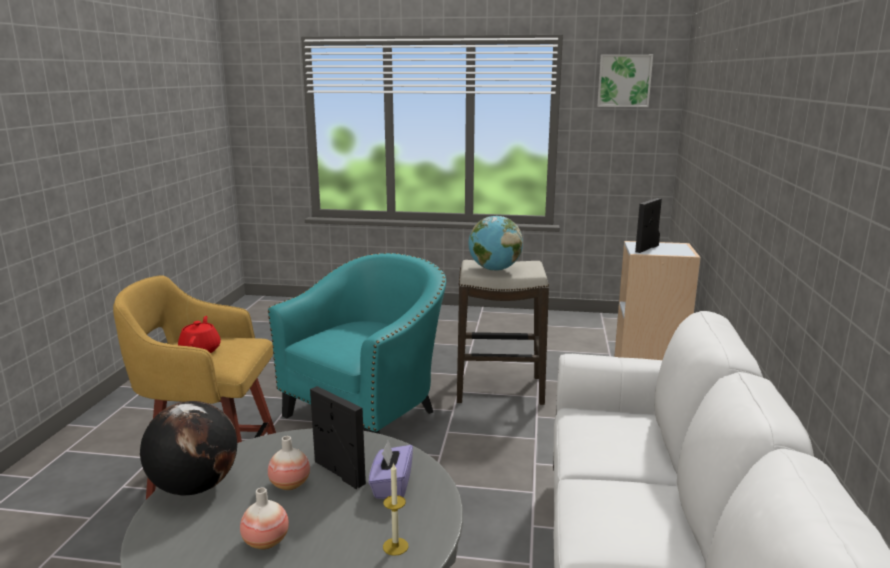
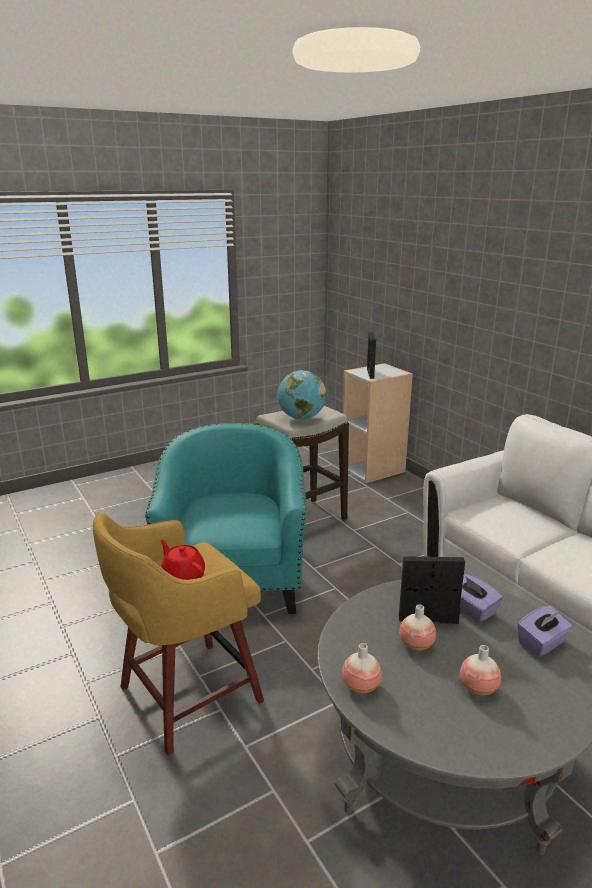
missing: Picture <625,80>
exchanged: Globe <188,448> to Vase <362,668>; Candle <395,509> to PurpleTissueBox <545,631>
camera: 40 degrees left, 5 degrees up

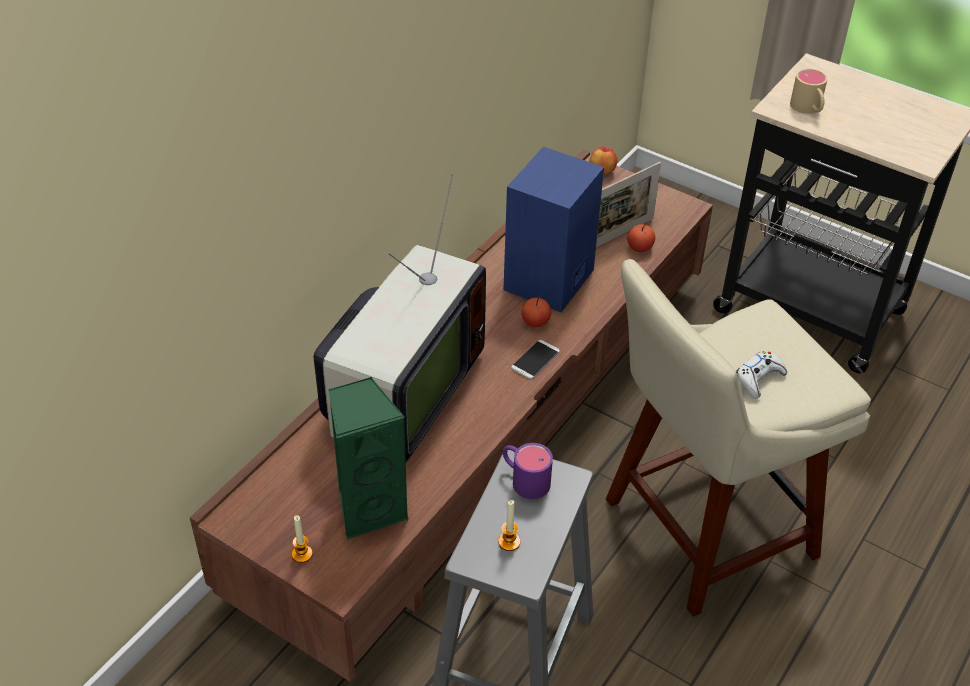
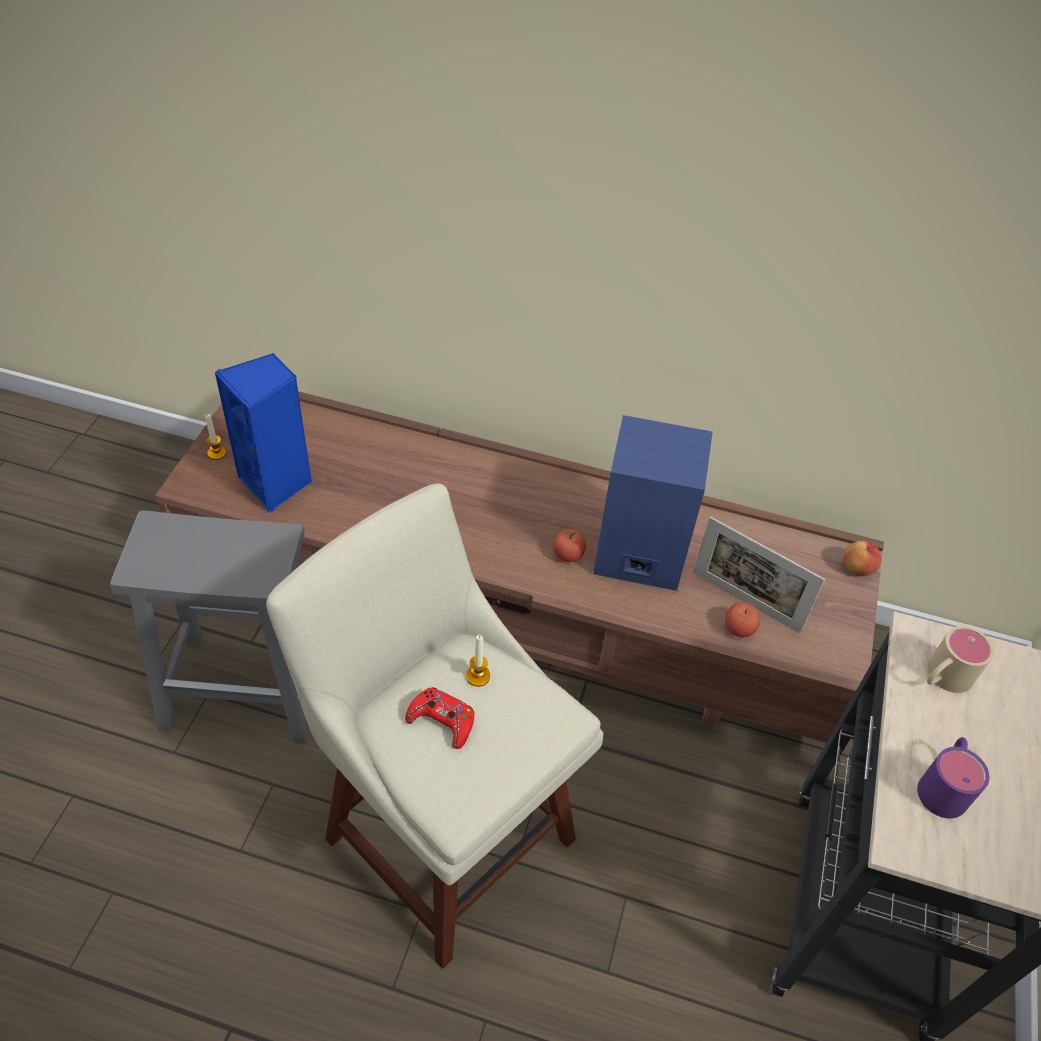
missing: Television <400,318>; Phone <535,359>
relocated: PurpleMug <528,471> to <953,778>; Candle <509,525> to <478,661>
colour: WhiteGameController <761,375> to RedGameController <439,718>; GreenSpeaker <368,458> to BlueSpeaker <263,433>
camera: 70 degrees right, 5 degrees up

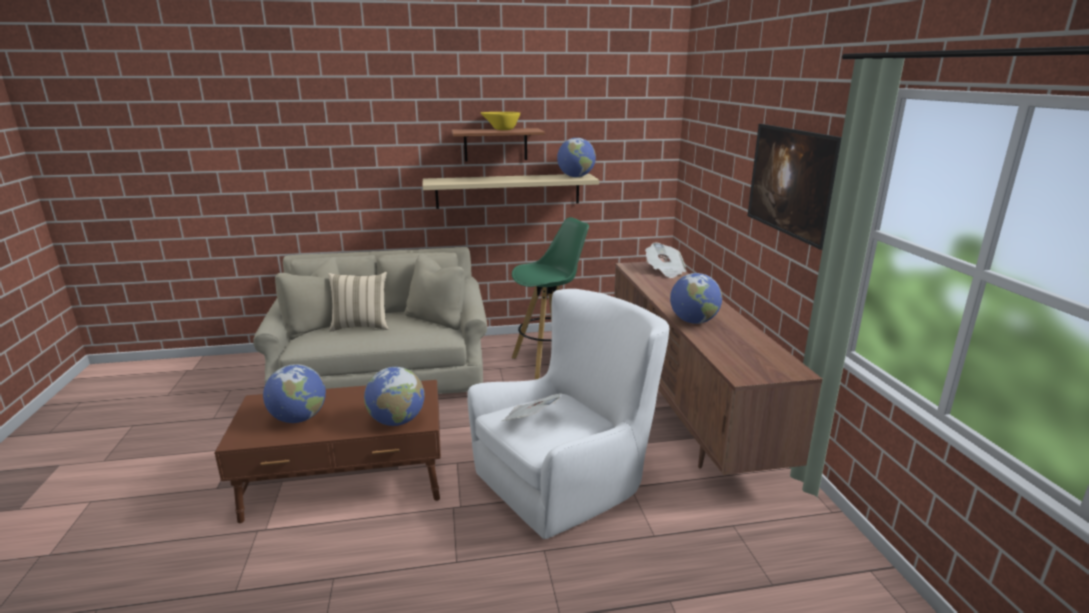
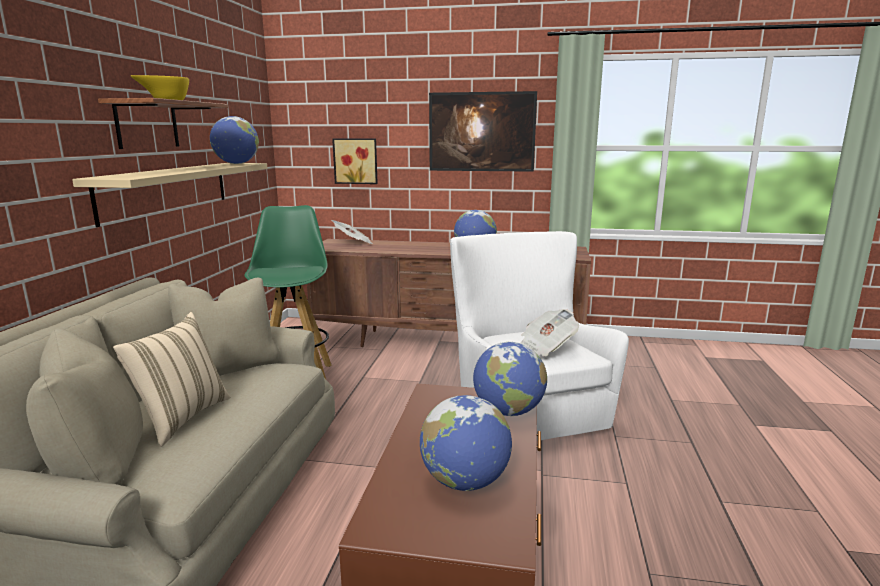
appeared: Picture <355,161>
camera: 70 degrees left, 5 degrees down

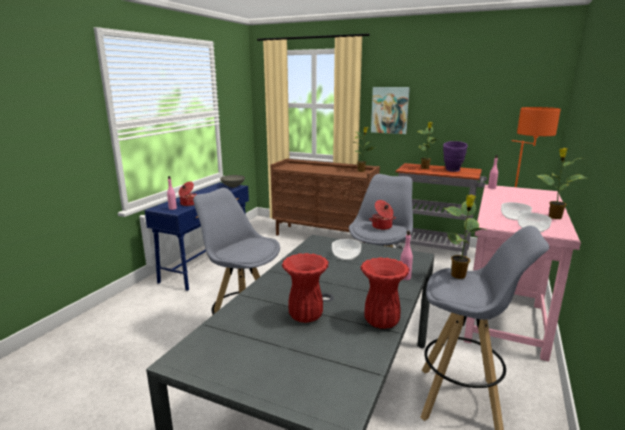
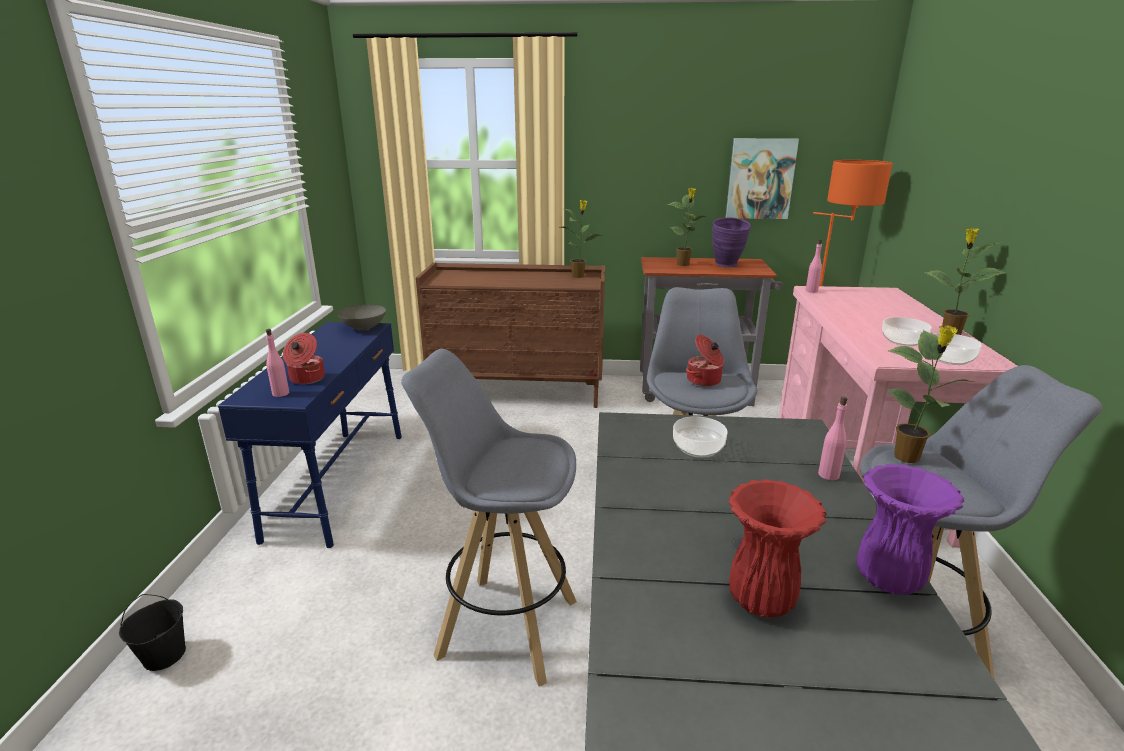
appeared: BlackBucket <152,632>
relocated: Picture <390,110> to <762,178>
colour: RedVase <385,293> to PurpleVase <910,529>
camera: 20 degrees left, 5 degrees up

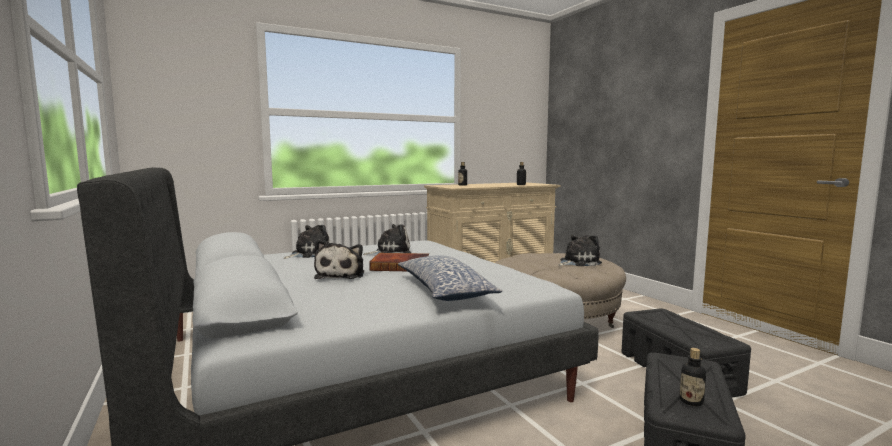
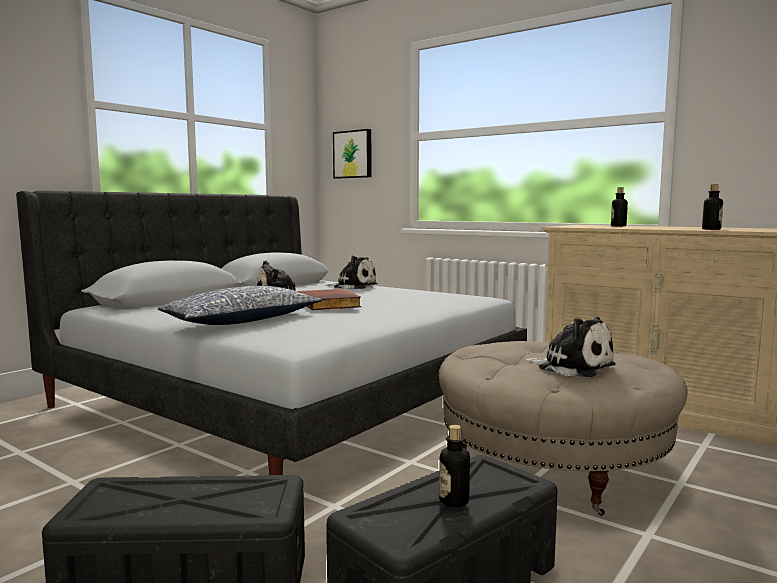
missing: PlushToy <387,239>
appeared: Picture <352,154>
relocated: Bottle <693,377> to <454,466>
camera: 65 degrees right, 0 degrees up

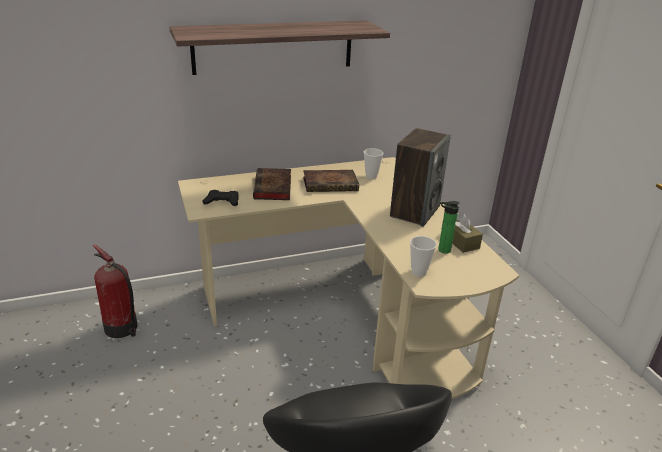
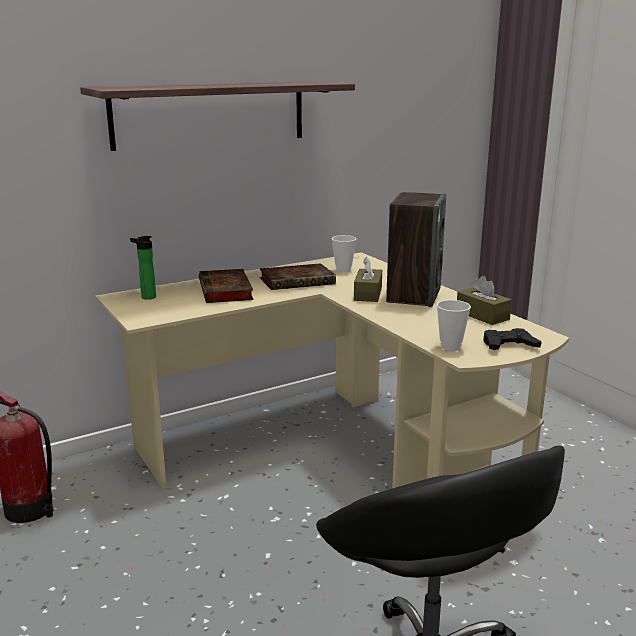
appeared: BrownTissueBox <368,279>
relocated: BlackGameController <220,198> to <512,339>; Bottle <449,227> to <143,268>
camera: 10 degrees left, 10 degrees down

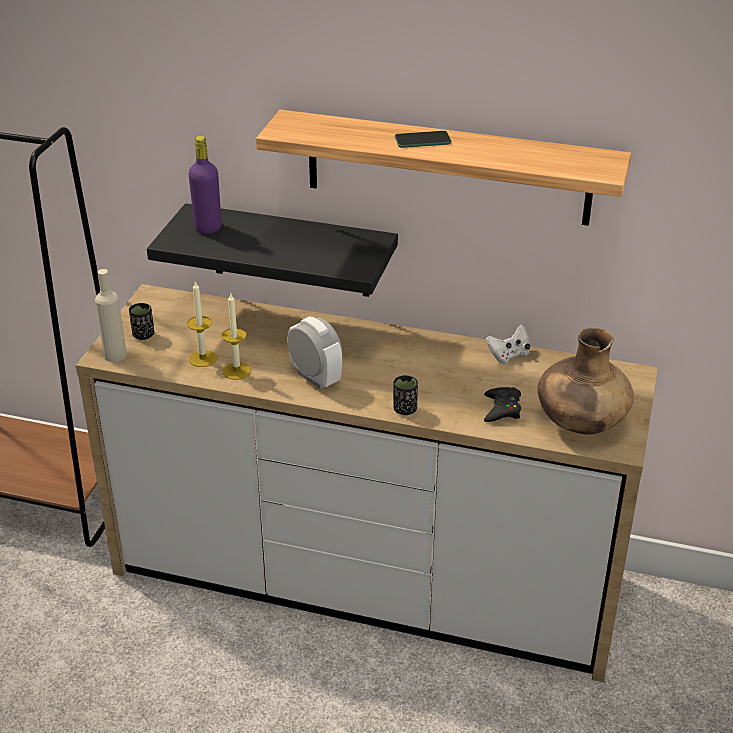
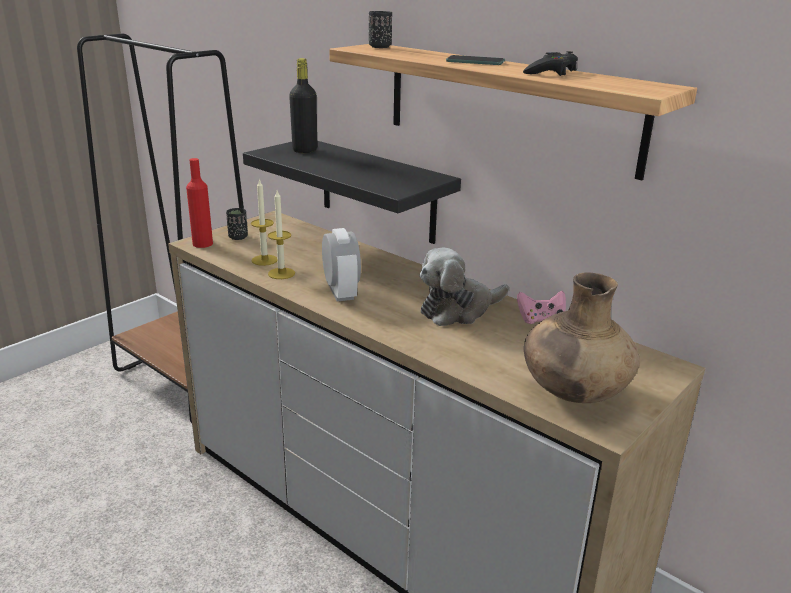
appeared: PlushToy <464,287>
relocated: BlackCup <405,395> to <380,29>; BlackGameController <502,404> to <550,63>
colour: PurpleBottle <205,185> to BlackBottle <303,105>; BeigeBottle <111,315> to RedBottle <199,203>; WhiteGameController <508,344> to PinkGameController <541,307>
camera: 25 degrees right, 10 degrees down

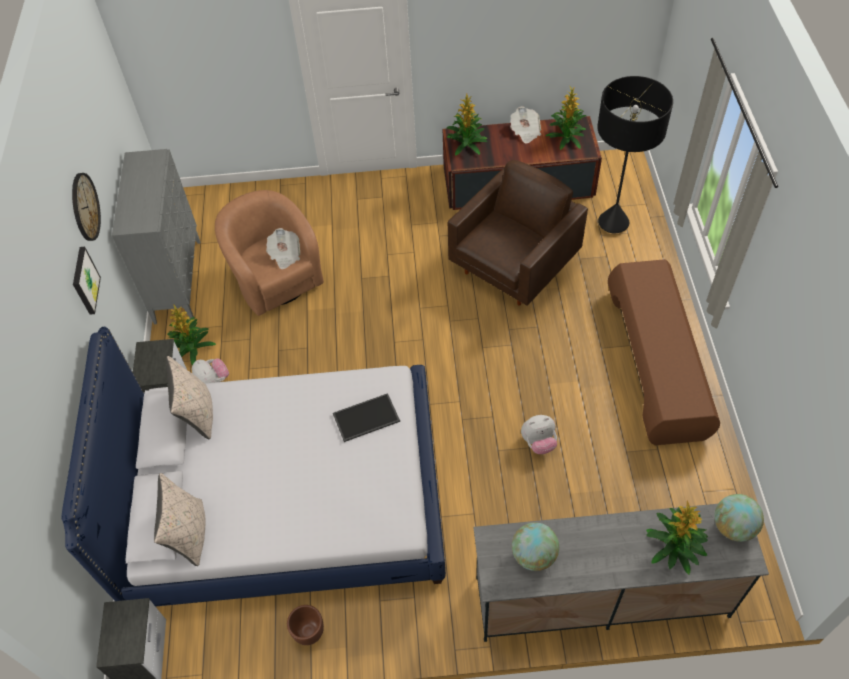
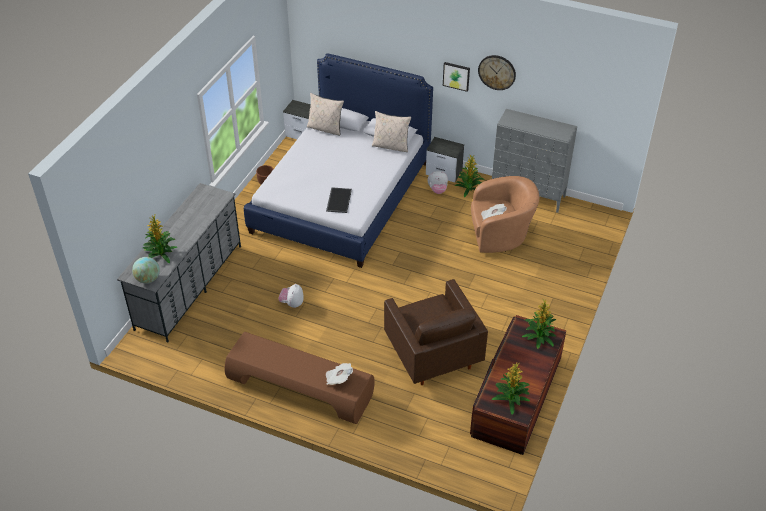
missing: BlackFloorLamp <635,155>; Globe <535,546>
relocated: Newspaper <526,125> to <339,374>
camera: 115 degrees right, 10 degrees down

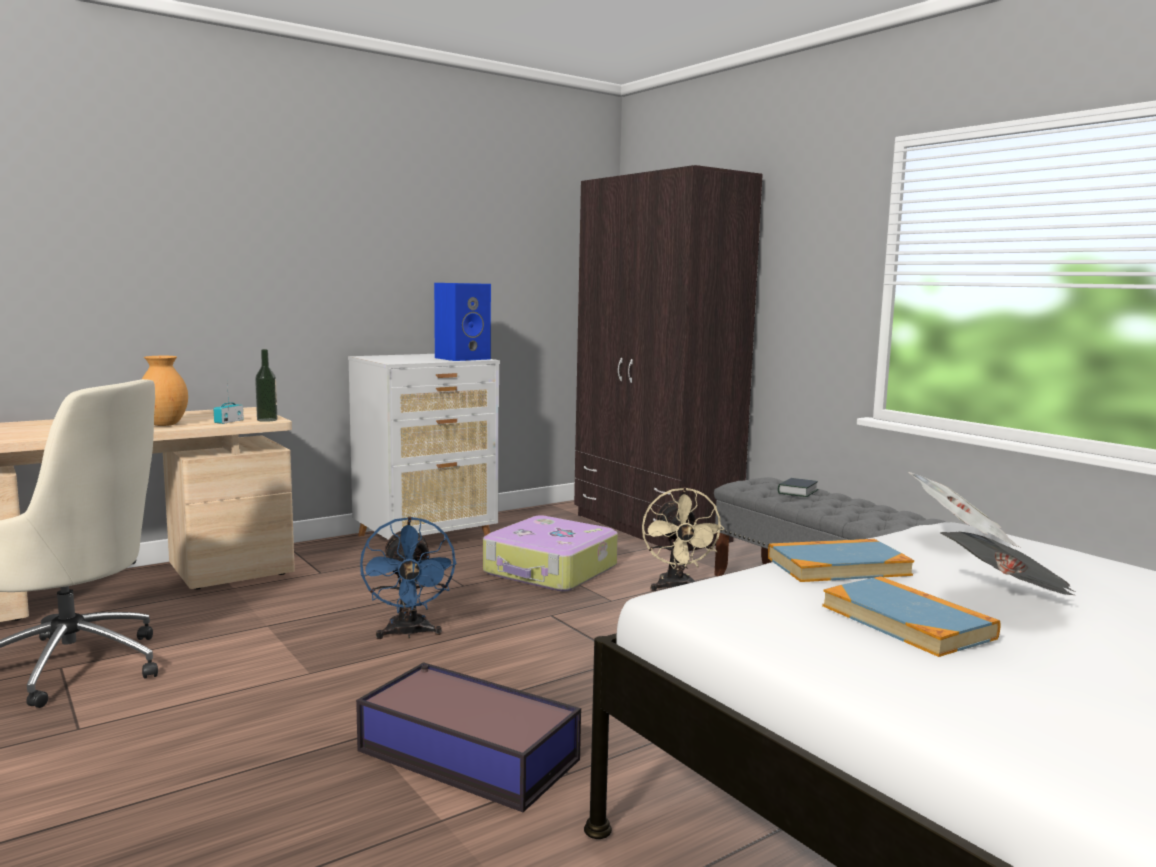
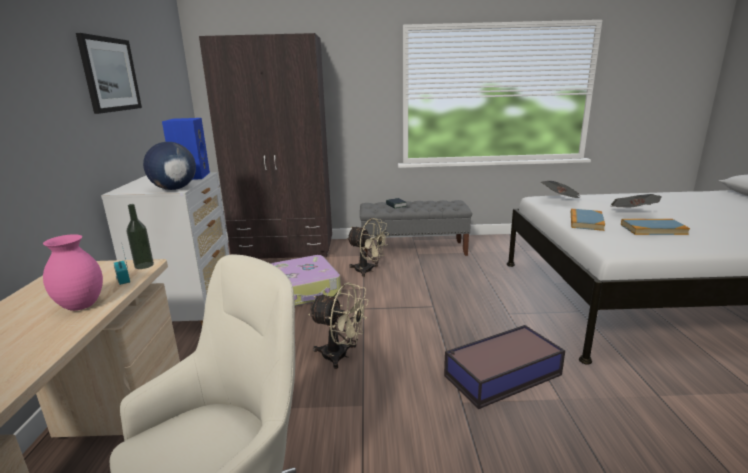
appeared: Picture <109,73>; Globe <169,166>
colour: BrownVase <165,391> to PinkVase <73,272>; BlueFan <408,577> to BeigeFan <338,326>
camera: 55 degrees left, 10 degrees up

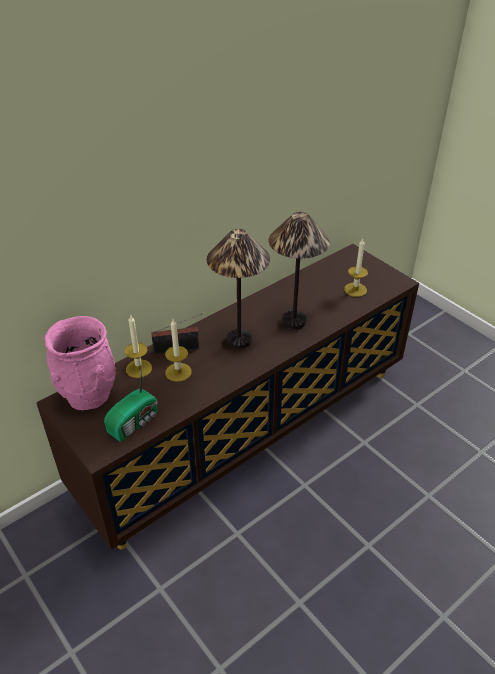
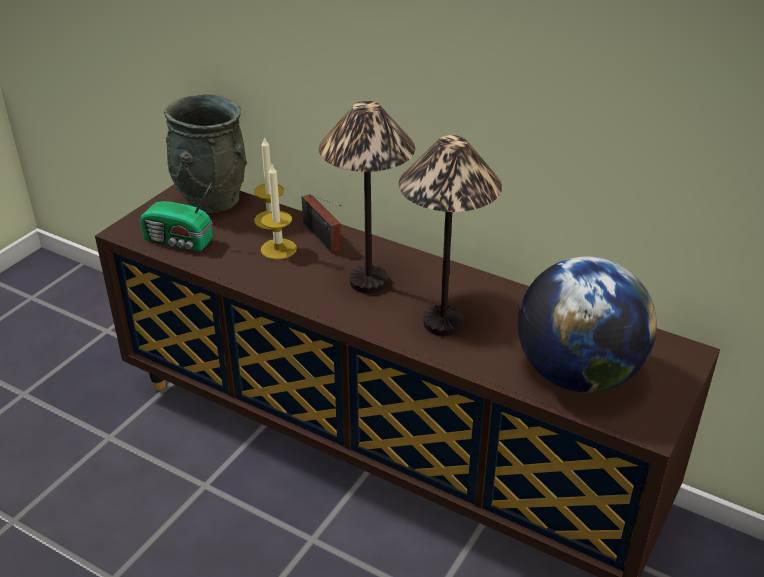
exchanged: Candle <356,268> to Globe <587,324>
colour: PinkVase <80,363> to GreyVase <205,153>
camera: 70 degrees right, 5 degrees down

